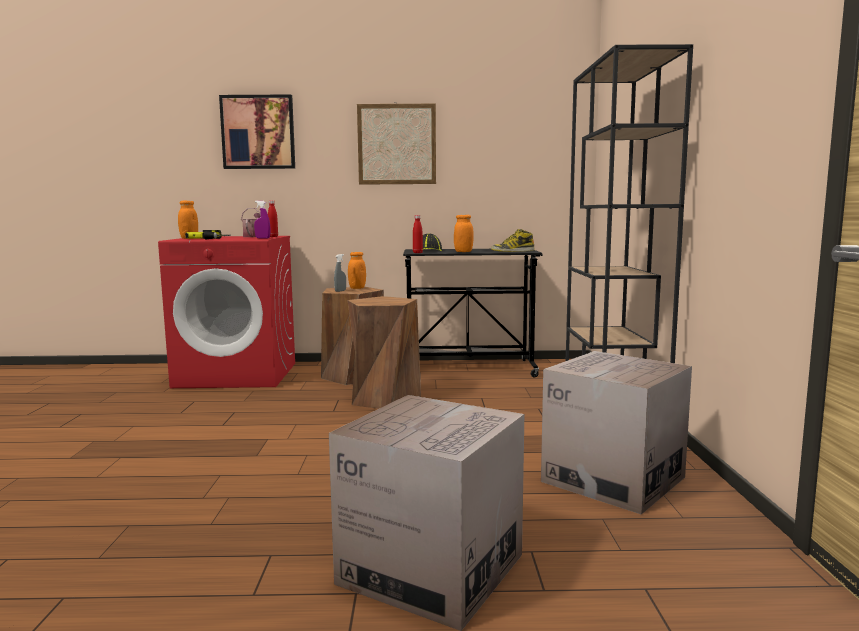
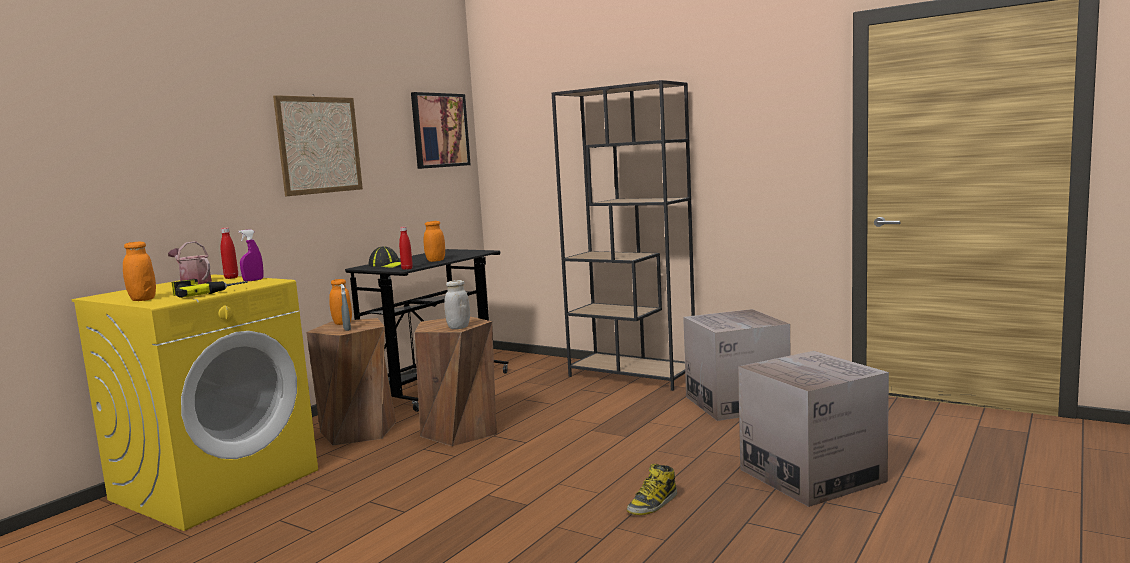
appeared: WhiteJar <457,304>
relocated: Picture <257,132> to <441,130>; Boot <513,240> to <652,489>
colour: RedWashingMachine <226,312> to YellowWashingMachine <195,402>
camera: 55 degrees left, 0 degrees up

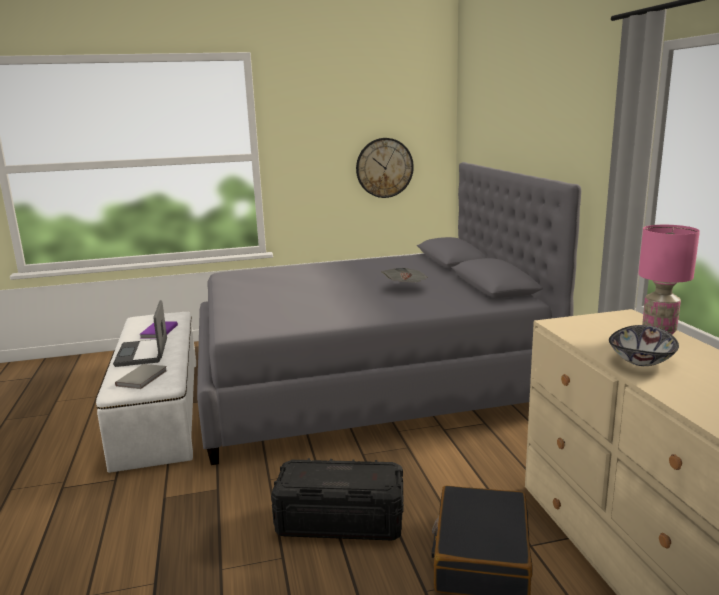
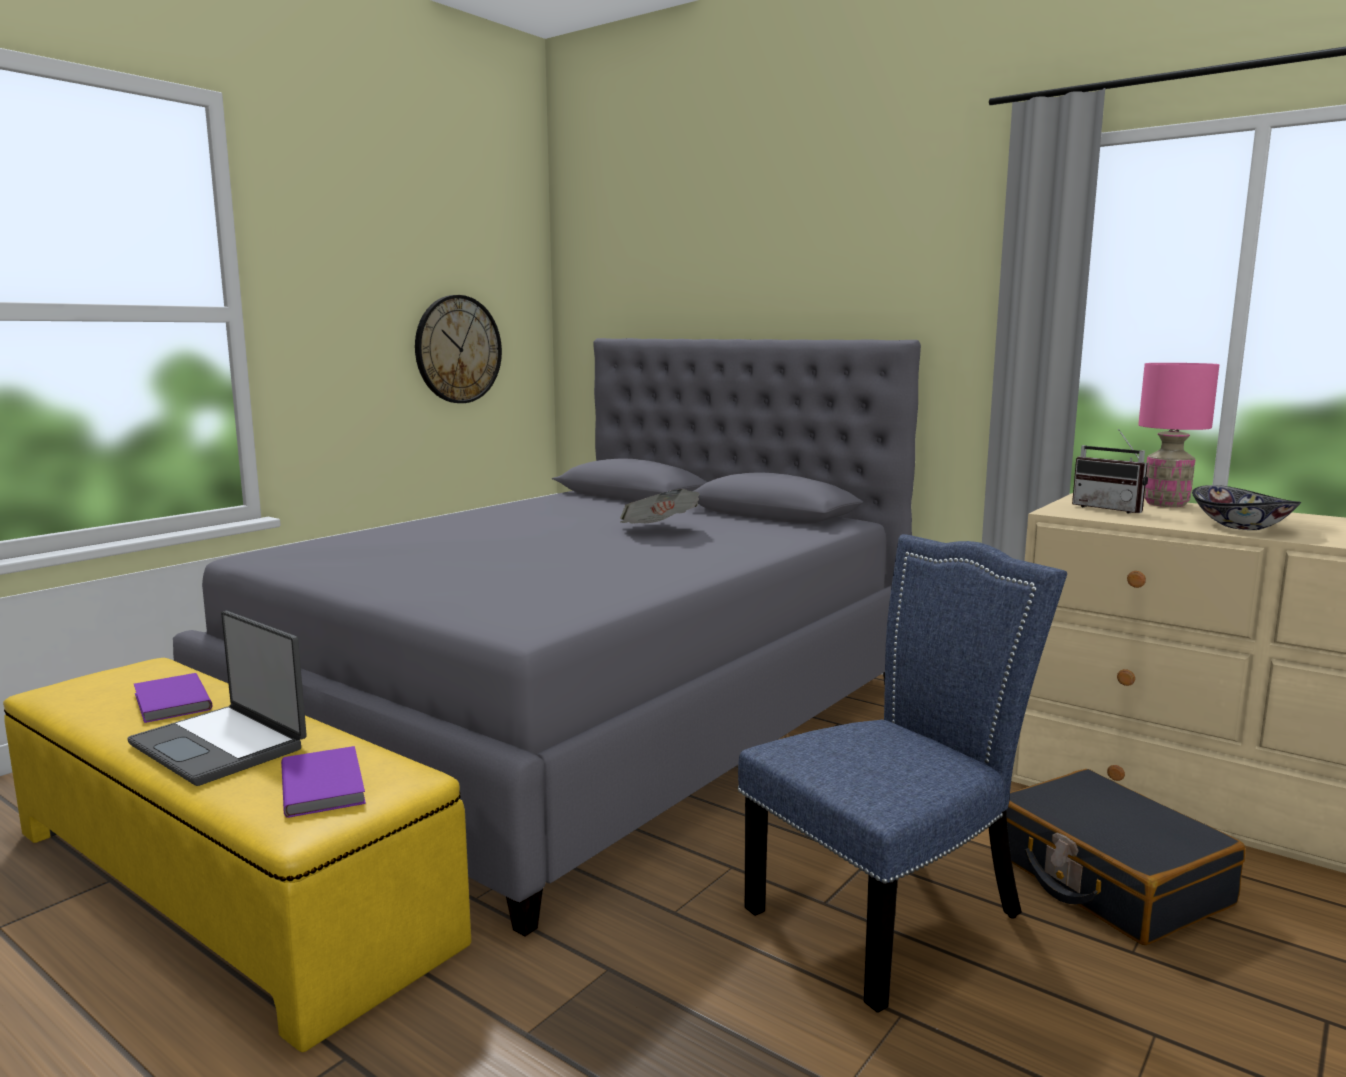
appeared: Radio <1110,471>
exchanged: BlackStorageBox <337,499> to BlueChair <902,773>
colour: WhiteBench <146,392> to YellowBench <237,855>; GreyBook <141,376> to PurpleBook <323,782>
camera: 40 degrees left, 5 degrees down

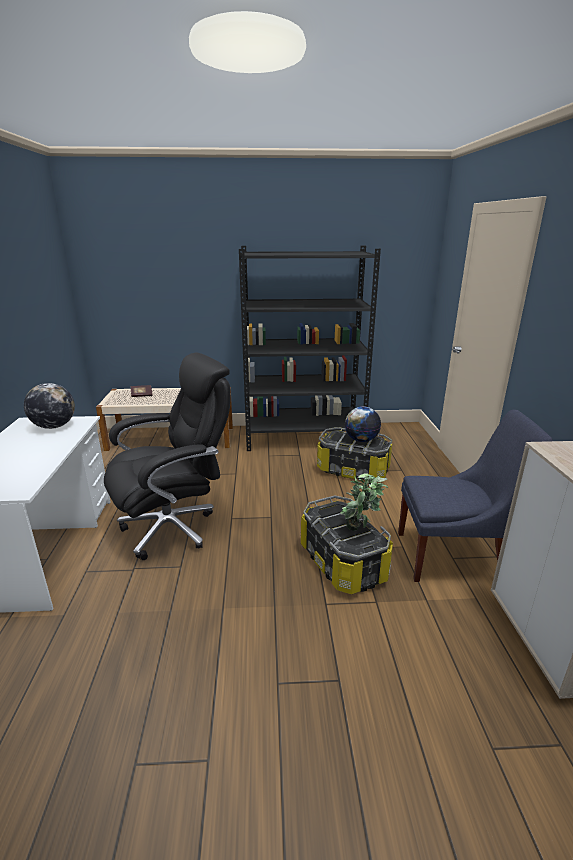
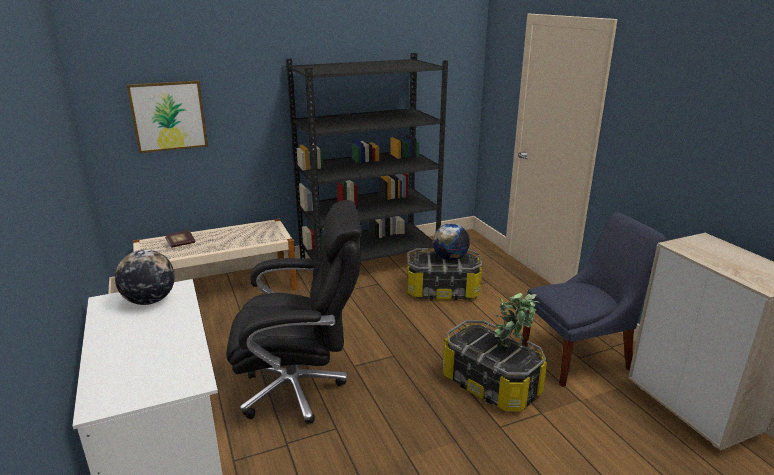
appeared: Picture <167,116>
spun: BlackOfficeChair <167,456> = <293,312> 45 degrees clockwise
camera: 20 degrees left, 0 degrees up

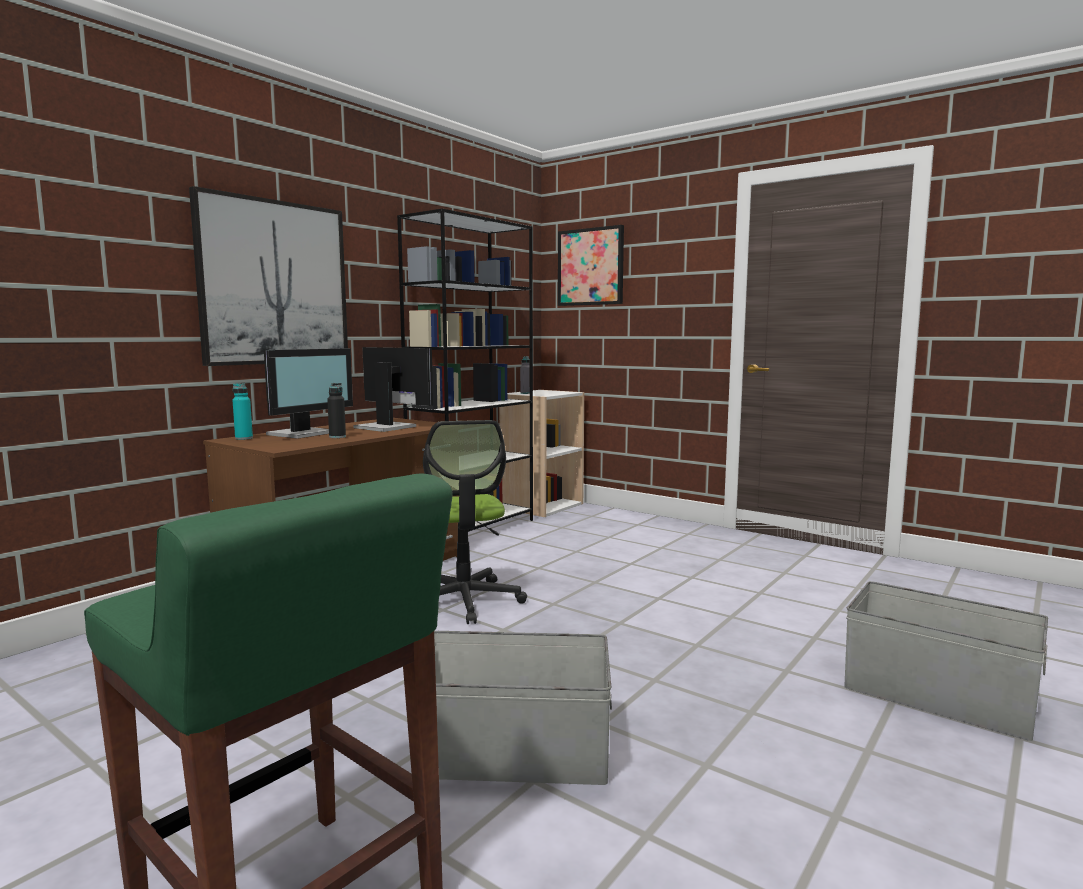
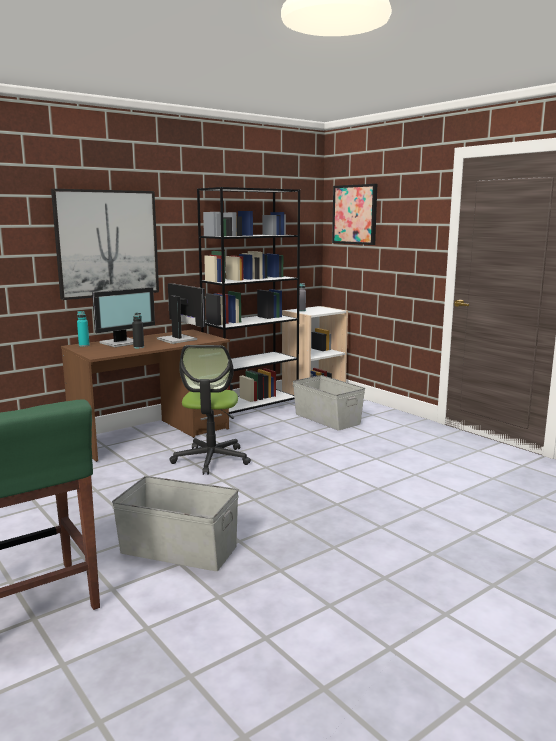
relocated: GreyStorageBox <946,661> to <329,403>
camera: 15 degrees right, 5 degrees up

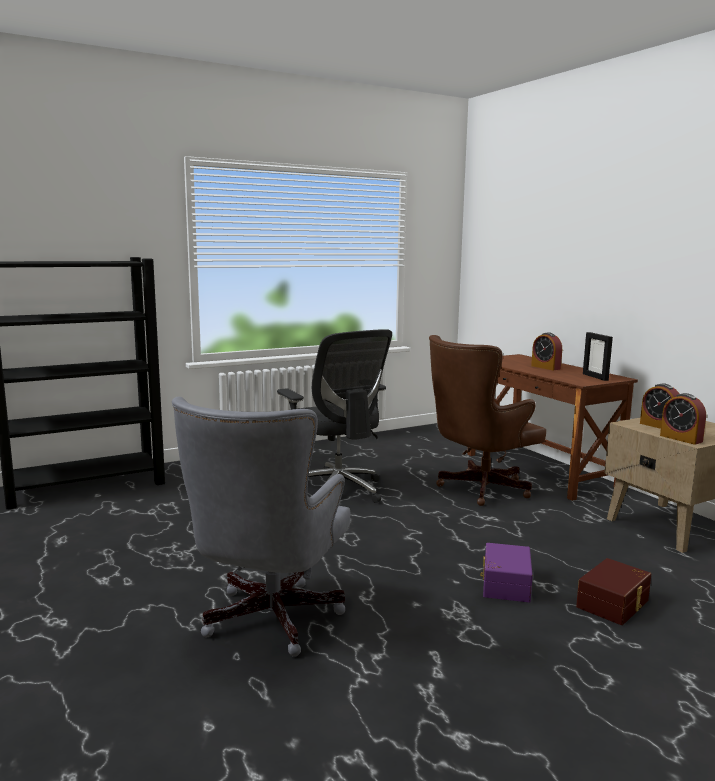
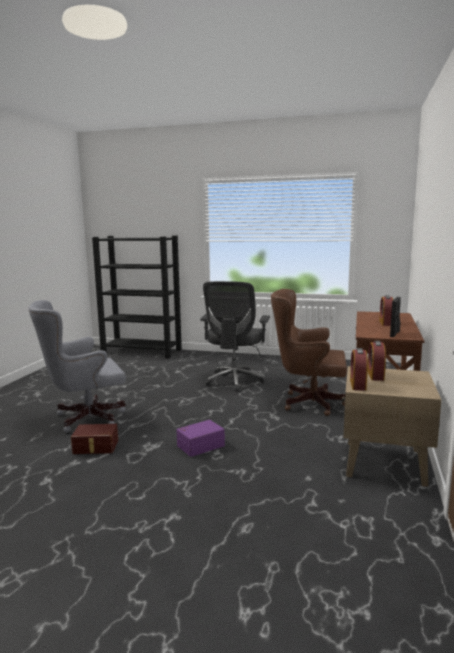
relocated: BrownStorageBox <613,591> to <94,439>
camera: 45 degrees right, 0 degrees up

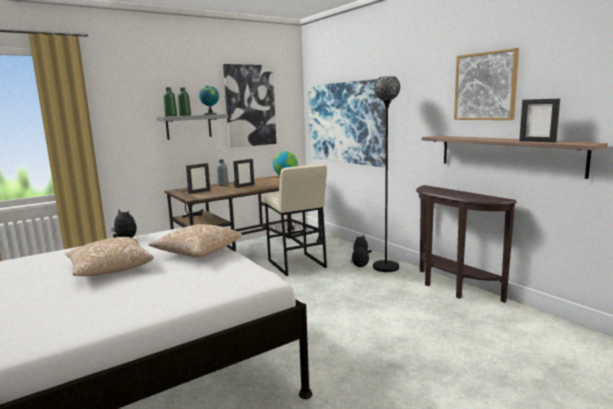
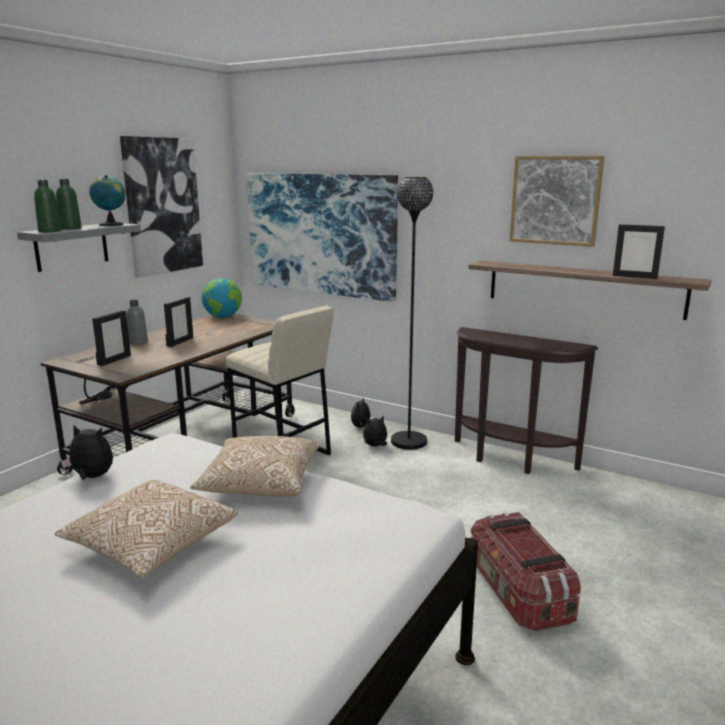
appeared: StorageBox <526,571>
camera: 25 degrees left, 5 degrees up

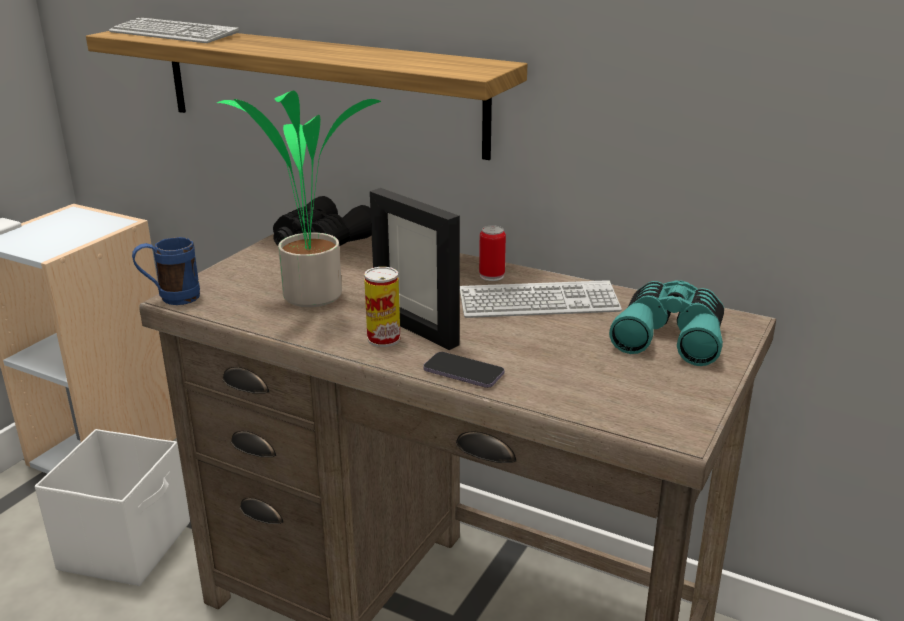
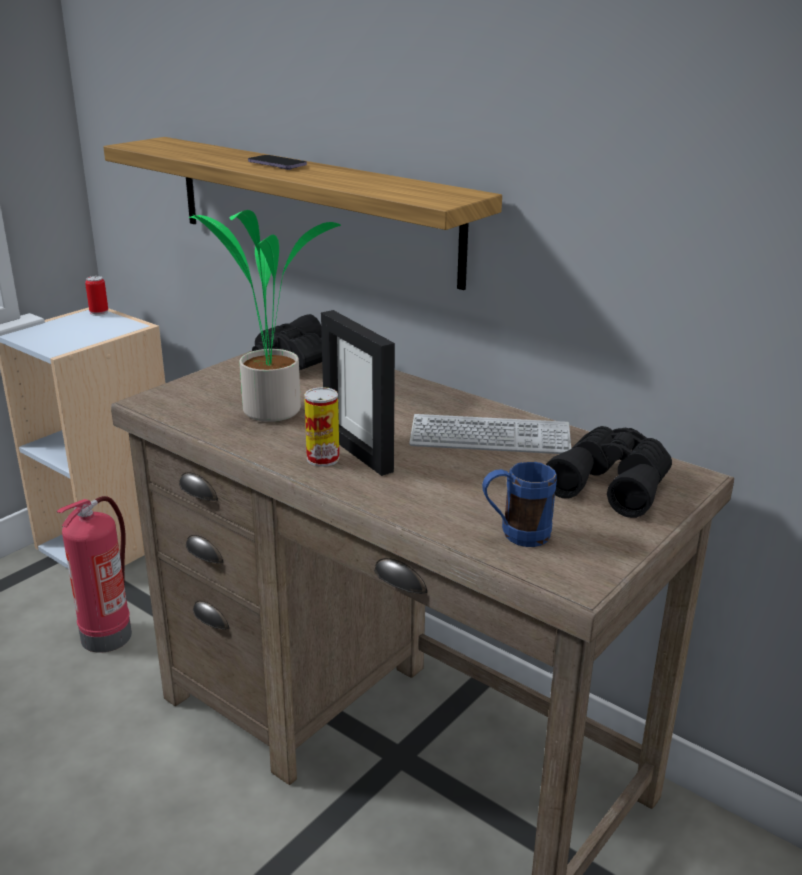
missing: Keyboard <174,30>
relocated: Can <492,253> to <96,296>; BlueMug <166,271> to <519,504>; Phone <463,370> to <277,162>
exchanged: WhiteStorageBox <112,507> to FireExtinguisher <94,574>
colour: TurquoiseBinoculars <666,323> to BlackBinoculars <609,472>
camera: 10 degrees right, 0 degrees up

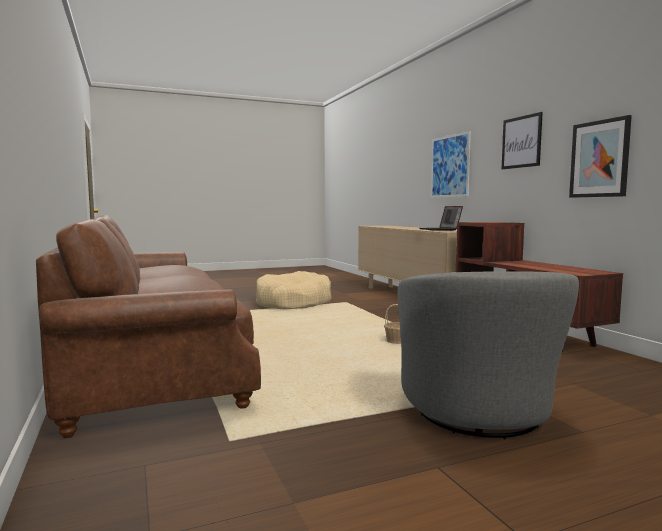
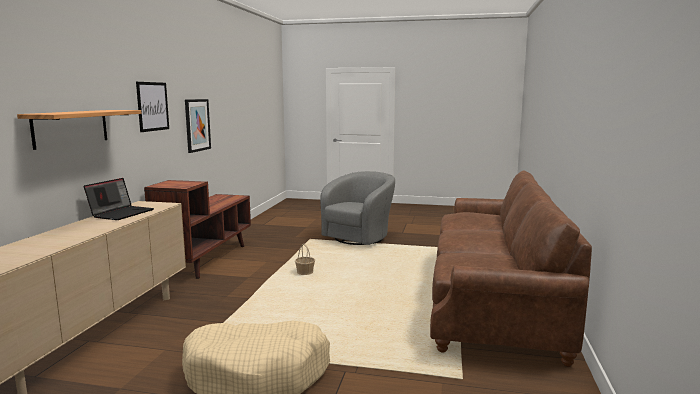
exchanged: Picture <451,164> to Shelf <79,130>
camera: 145 degrees left, 5 degrees up

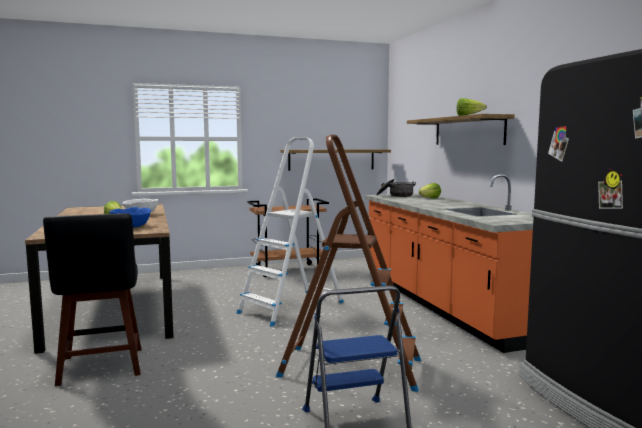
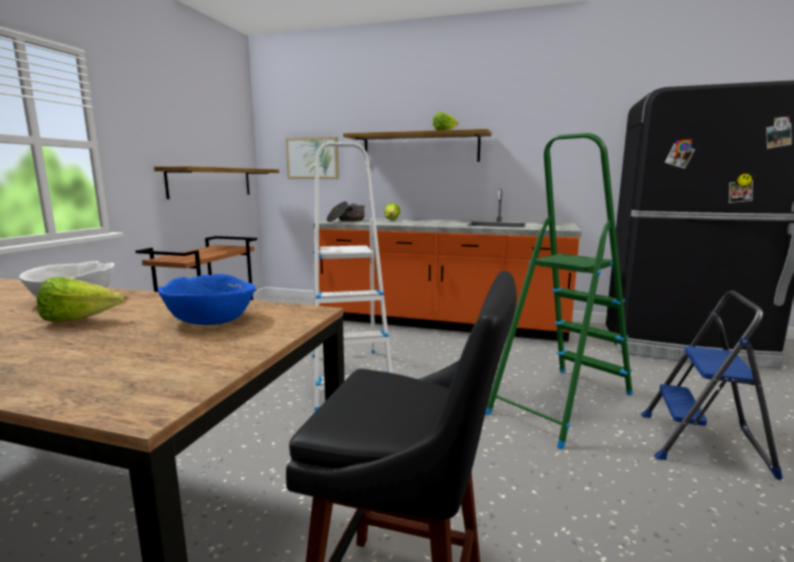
appeared: Picture <312,158>
colour: BrownStepLadder <348,263> to GreenStepLadder <559,291>
camera: 55 degrees left, 5 degrees up

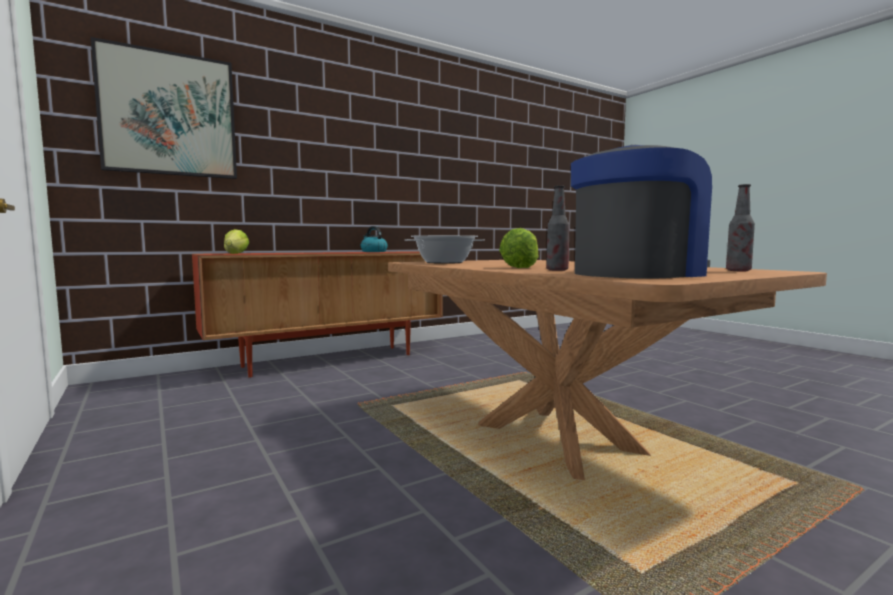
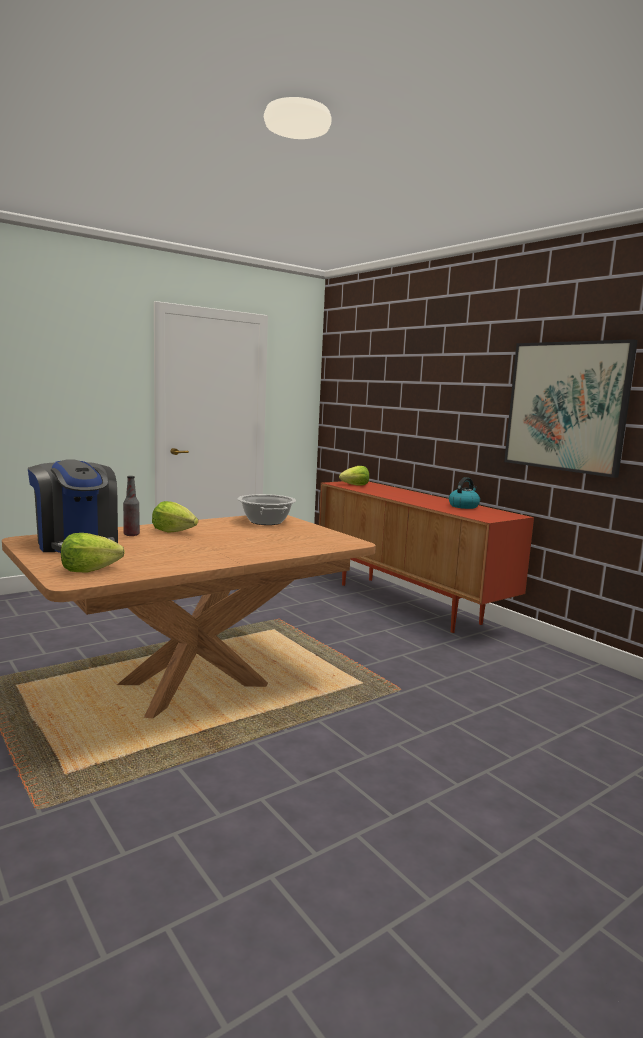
relocated: Picture <164,108> to <571,408>
exchanged: Bottle <740,227> to Lettuce <93,552>
camera: 85 degrees right, 5 degrees up

